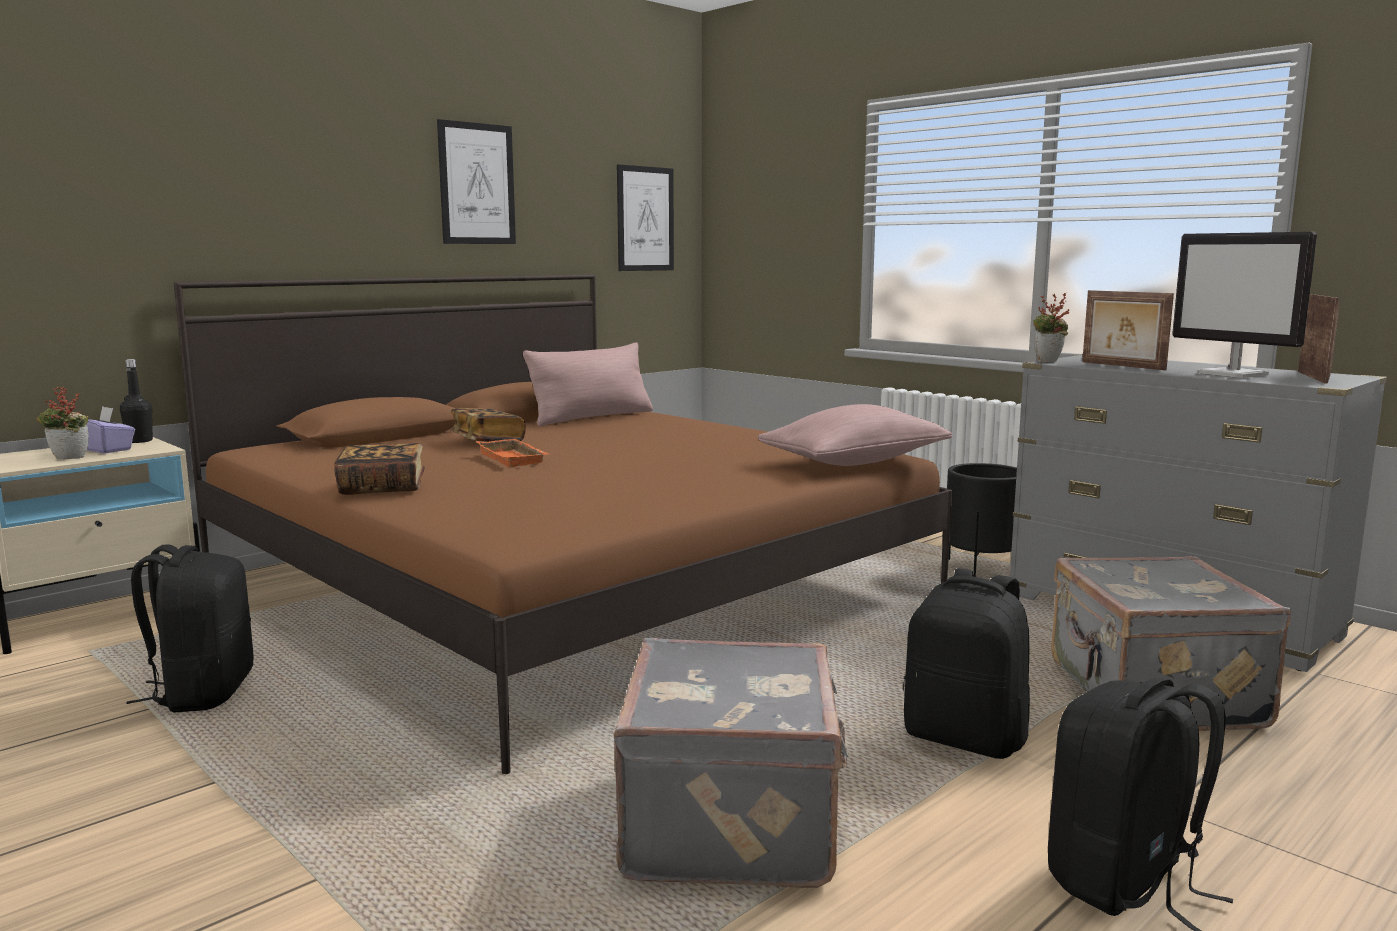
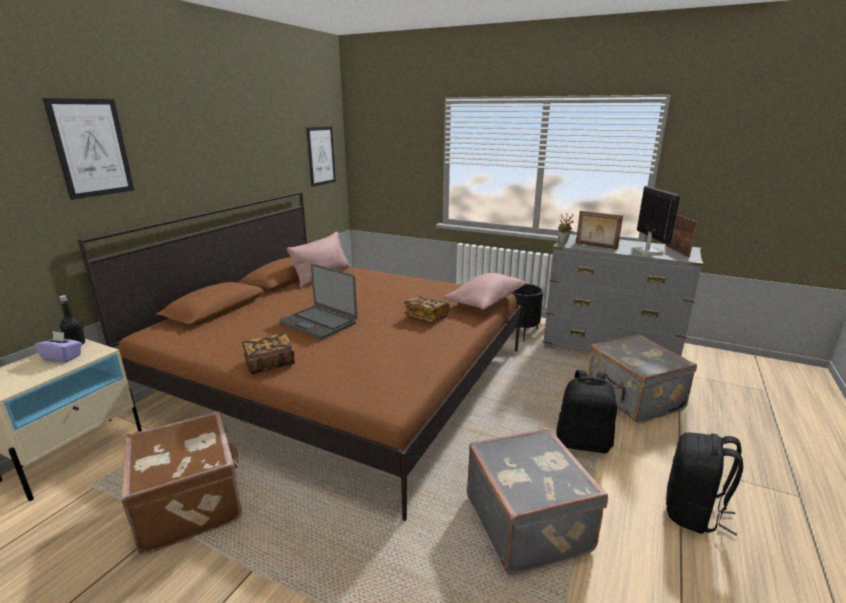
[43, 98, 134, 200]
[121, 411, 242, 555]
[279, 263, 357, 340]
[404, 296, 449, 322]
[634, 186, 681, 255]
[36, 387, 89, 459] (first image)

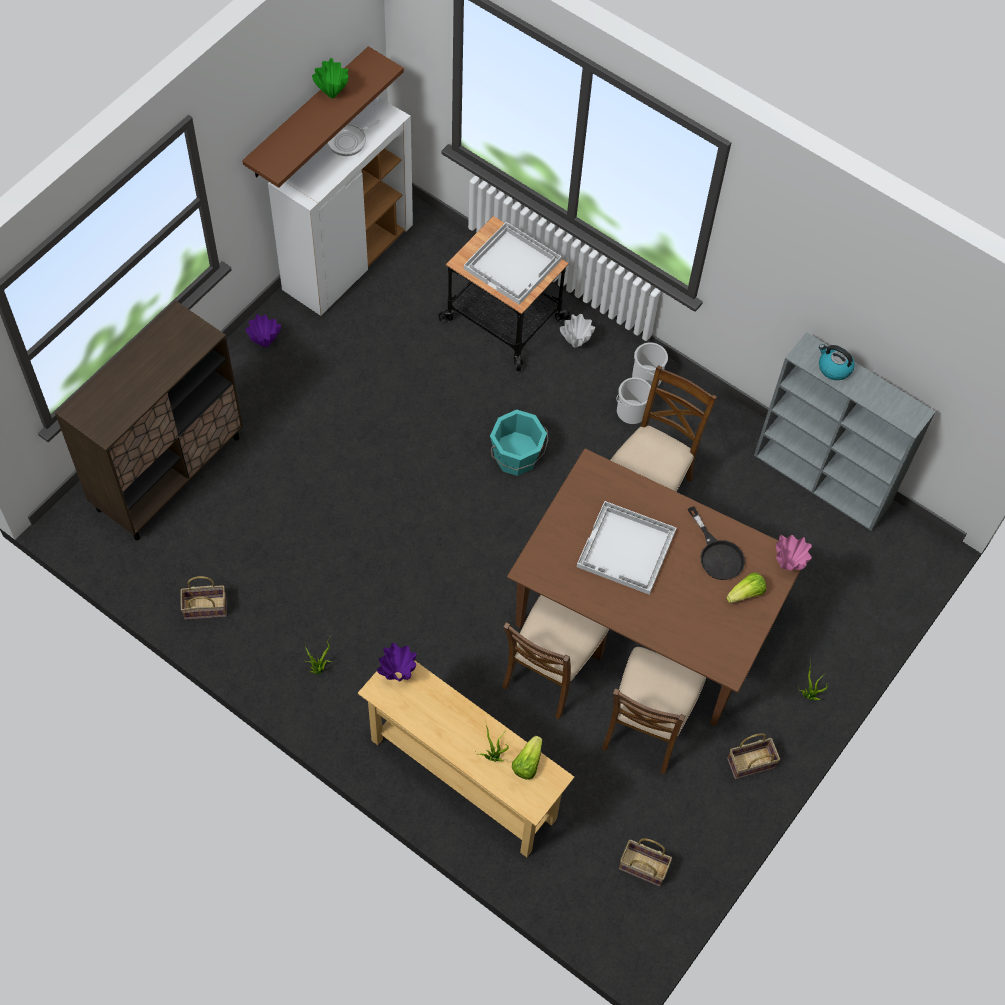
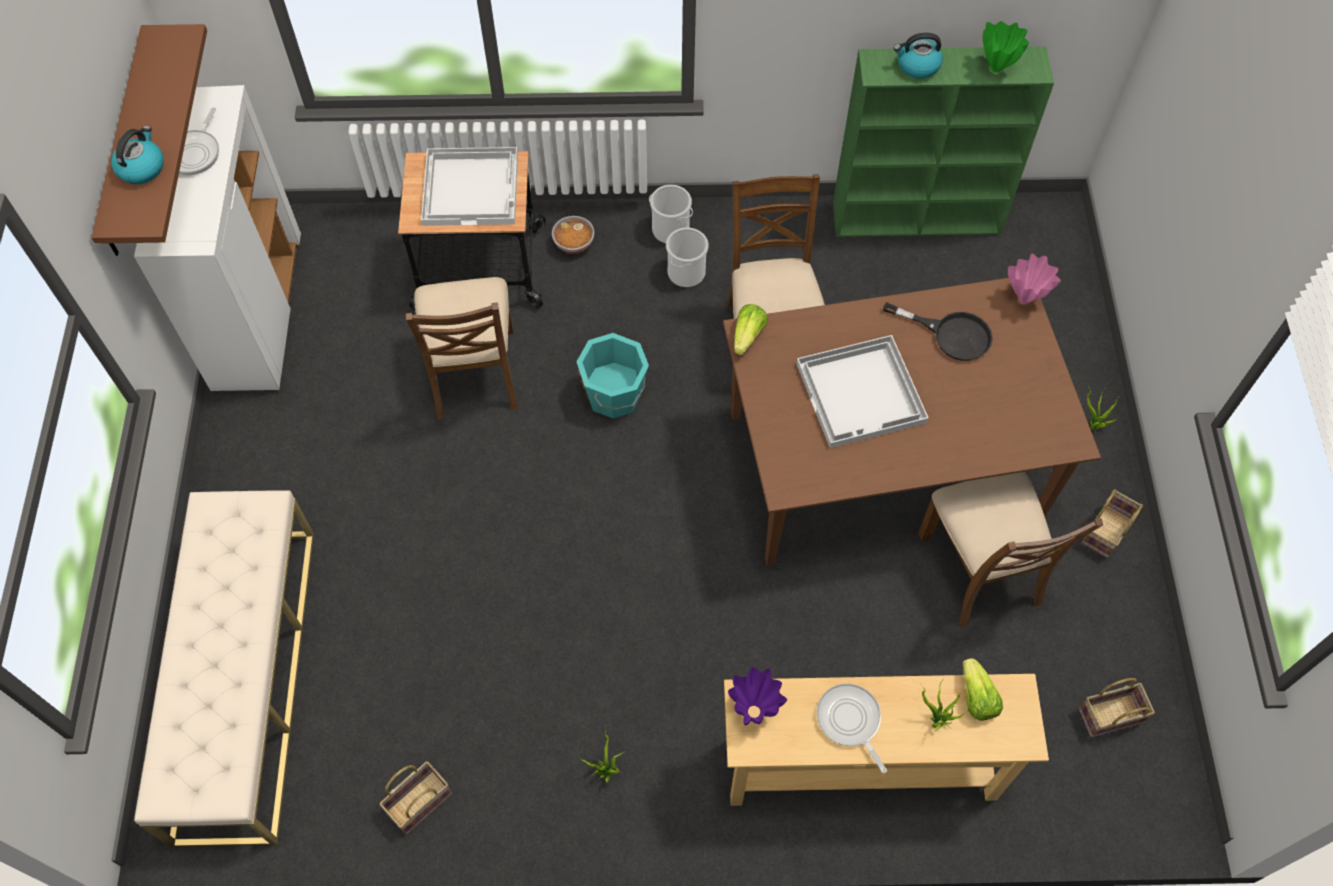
[111, 126, 164, 184]
[134, 490, 314, 847]
[405, 277, 517, 419]
[552, 216, 594, 254]
[734, 304, 768, 355]
[817, 684, 887, 773]
[833, 47, 1054, 237]
[983, 21, 1029, 72]
[245, 314, 281, 347] (first image)

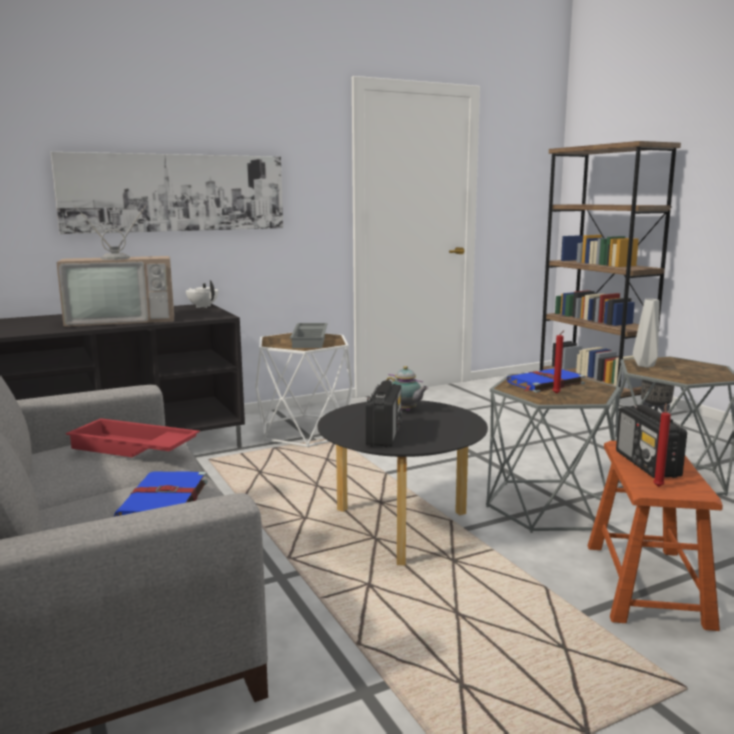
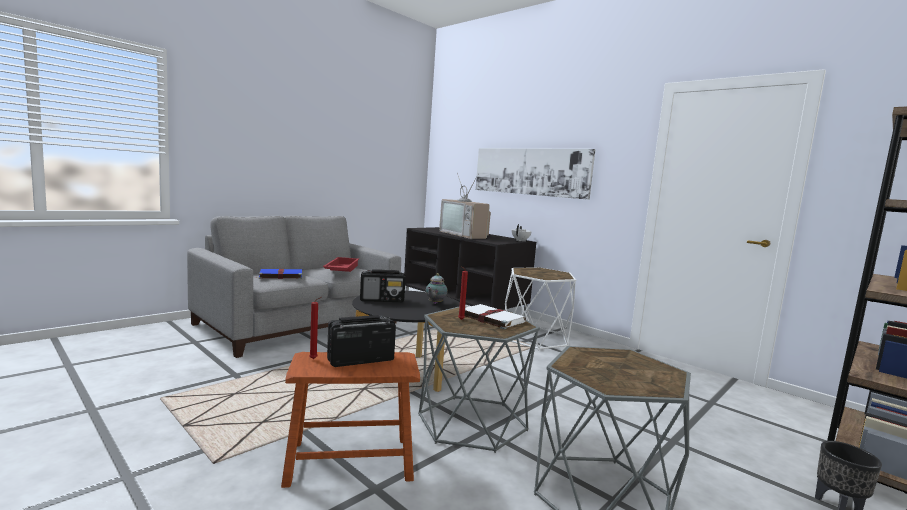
[464, 304, 526, 329]
[290, 323, 328, 348] (first image)
[633, 299, 660, 368] (first image)

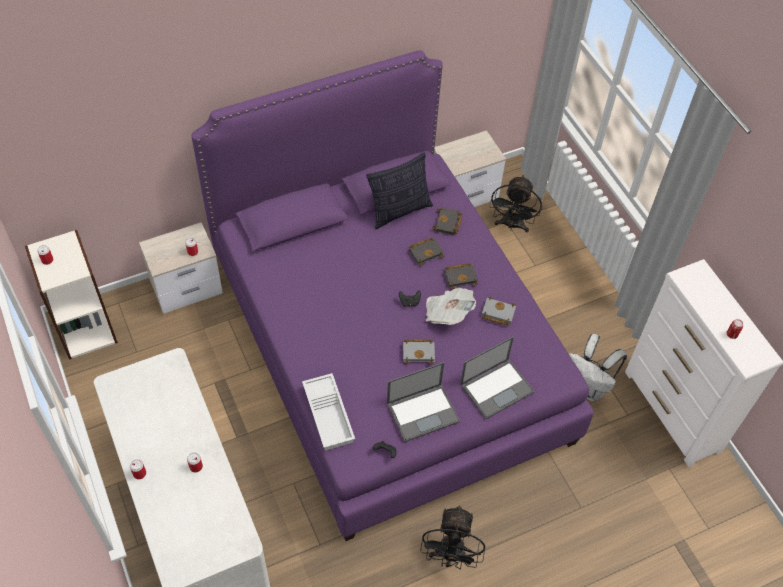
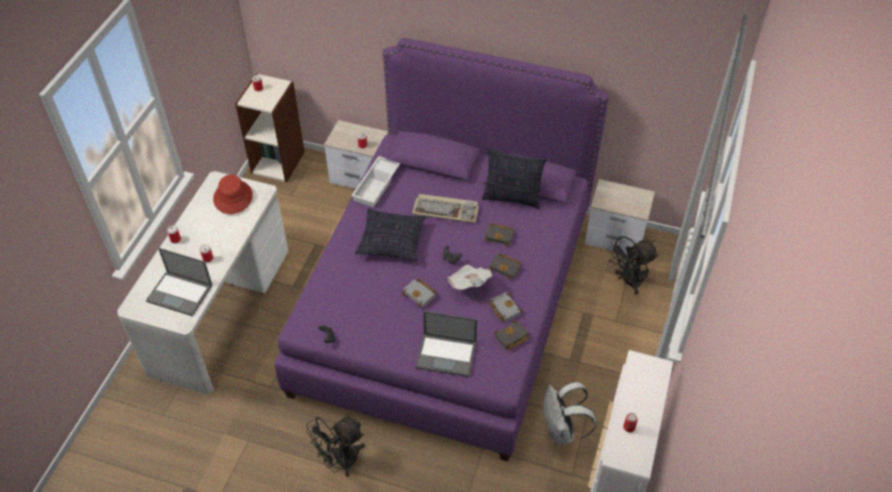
[146, 248, 213, 316]
[213, 175, 253, 214]
[351, 156, 400, 207]
[355, 209, 426, 261]
[412, 194, 479, 223]
[494, 320, 530, 350]

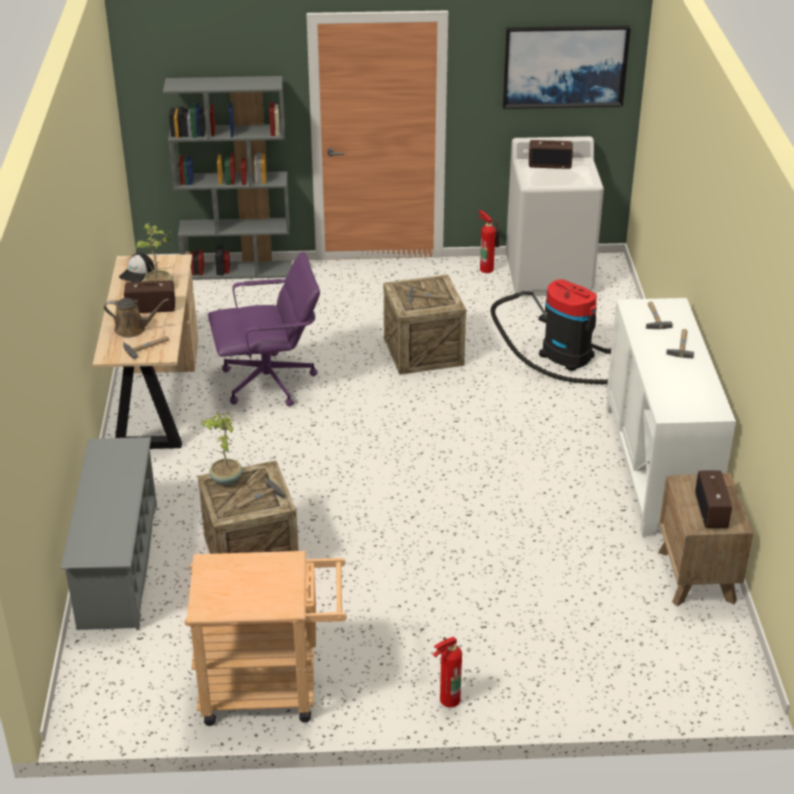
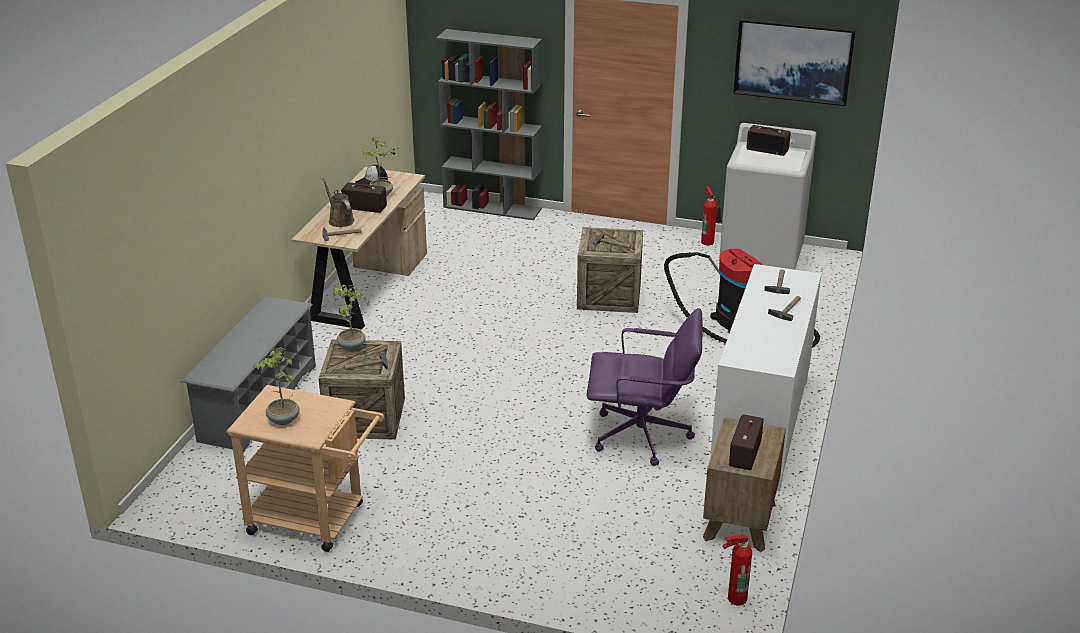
[253, 347, 299, 425]
[322, 178, 355, 227]
[587, 308, 702, 466]
[722, 535, 752, 606]

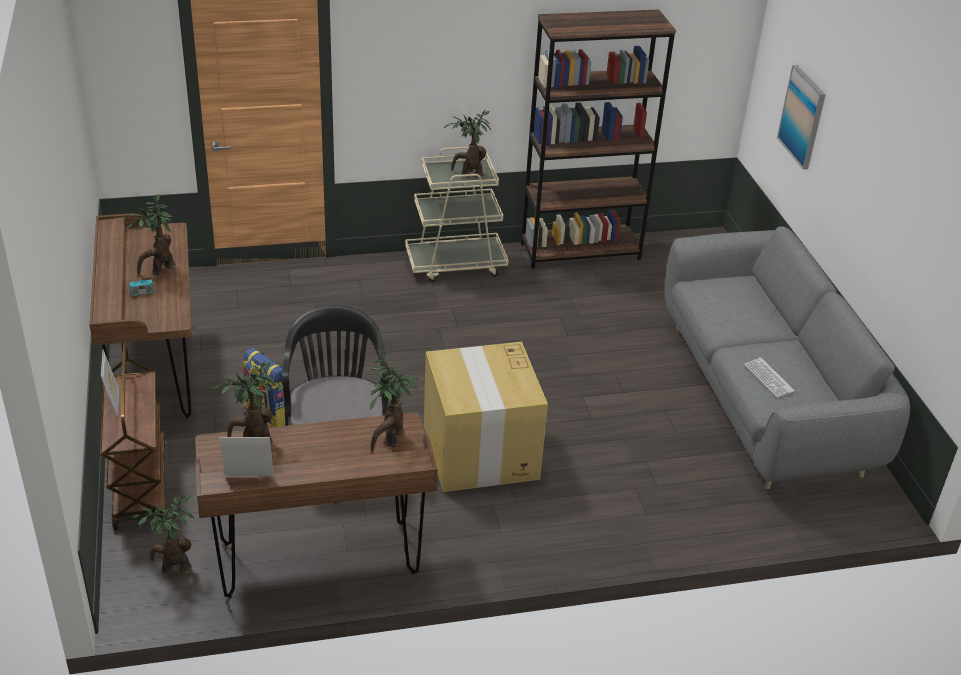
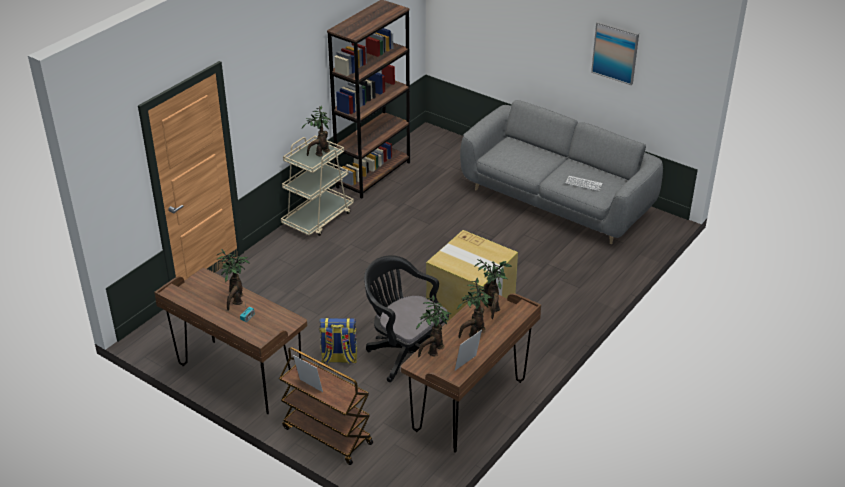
[457, 278, 492, 338]
[591, 21, 639, 85]

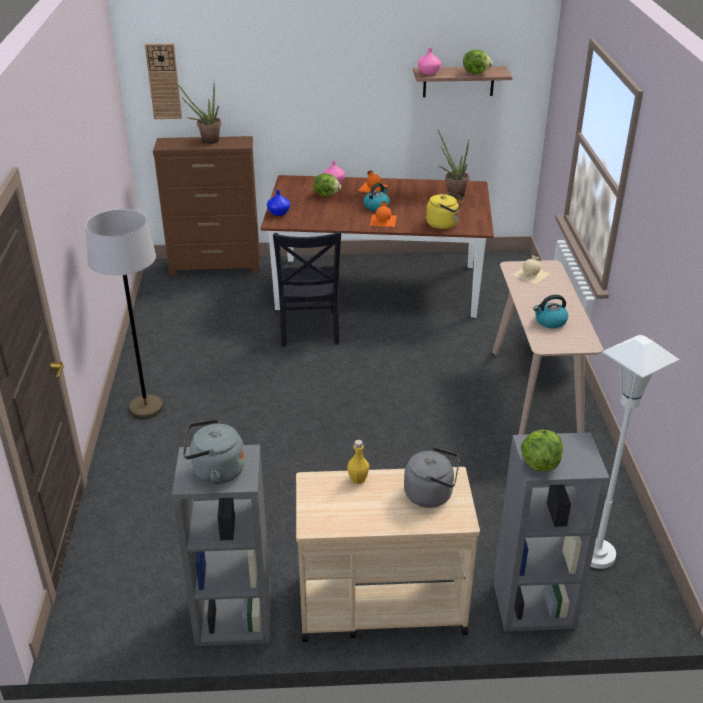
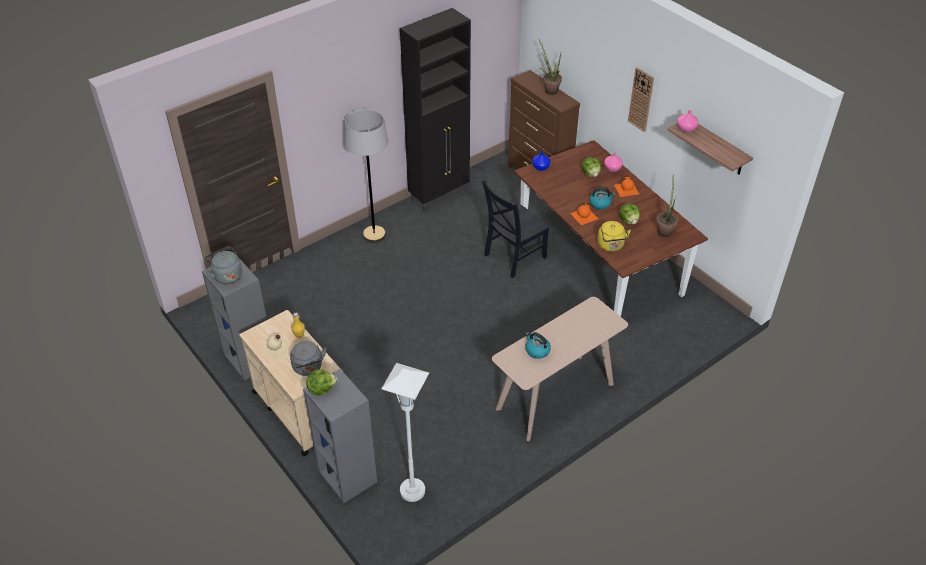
[262, 335, 291, 358]
[400, 8, 471, 213]
[619, 203, 640, 224]
[628, 67, 654, 132]

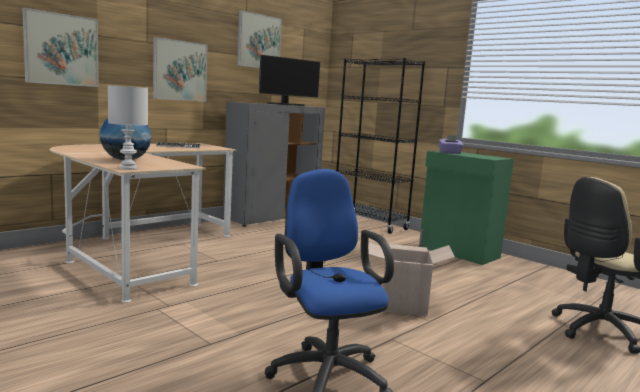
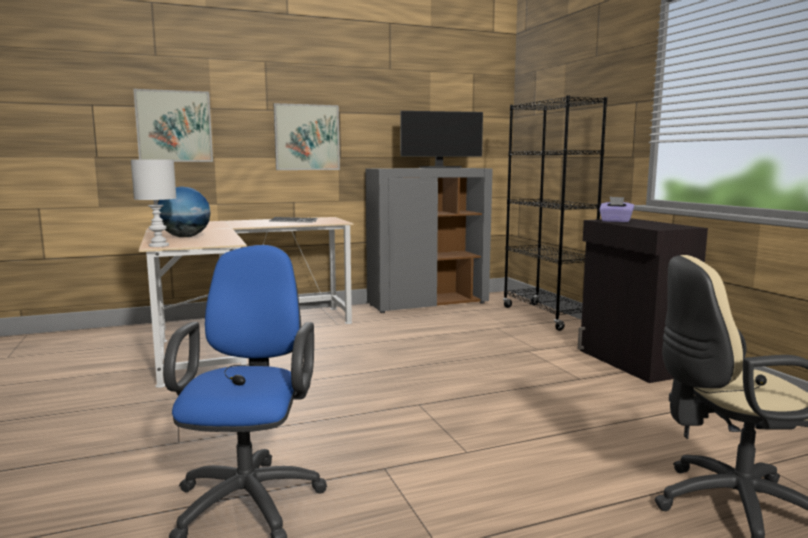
[578, 218, 708, 383]
[237, 10, 282, 68] (first image)
[368, 242, 455, 316] (first image)

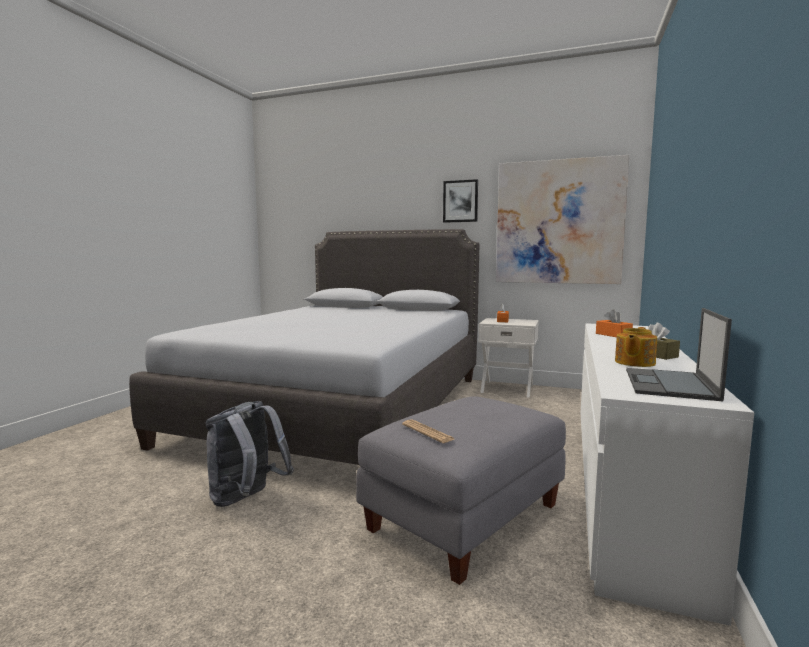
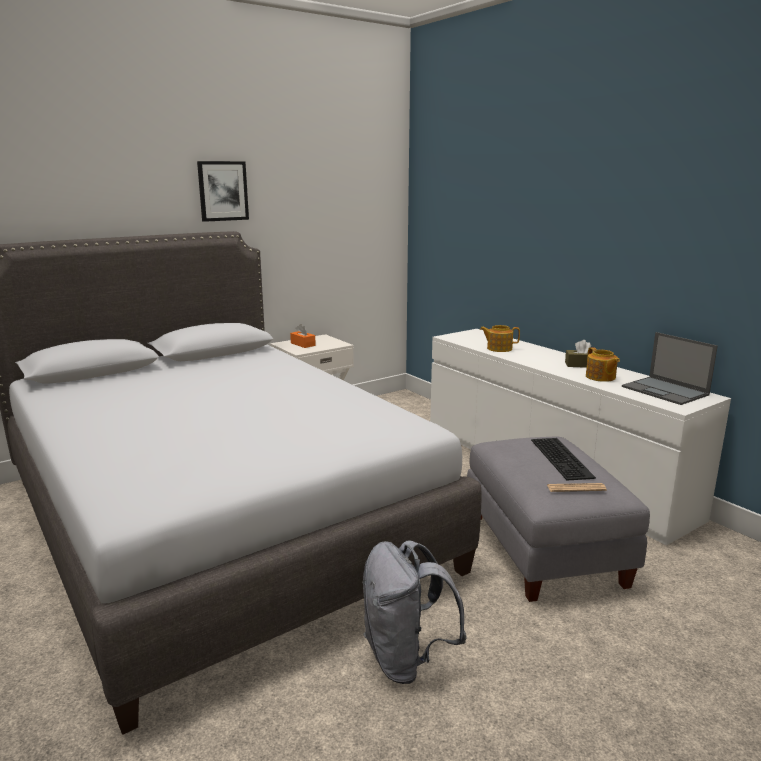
[480, 325, 520, 352]
[531, 438, 596, 481]
[496, 155, 630, 284] (first image)

